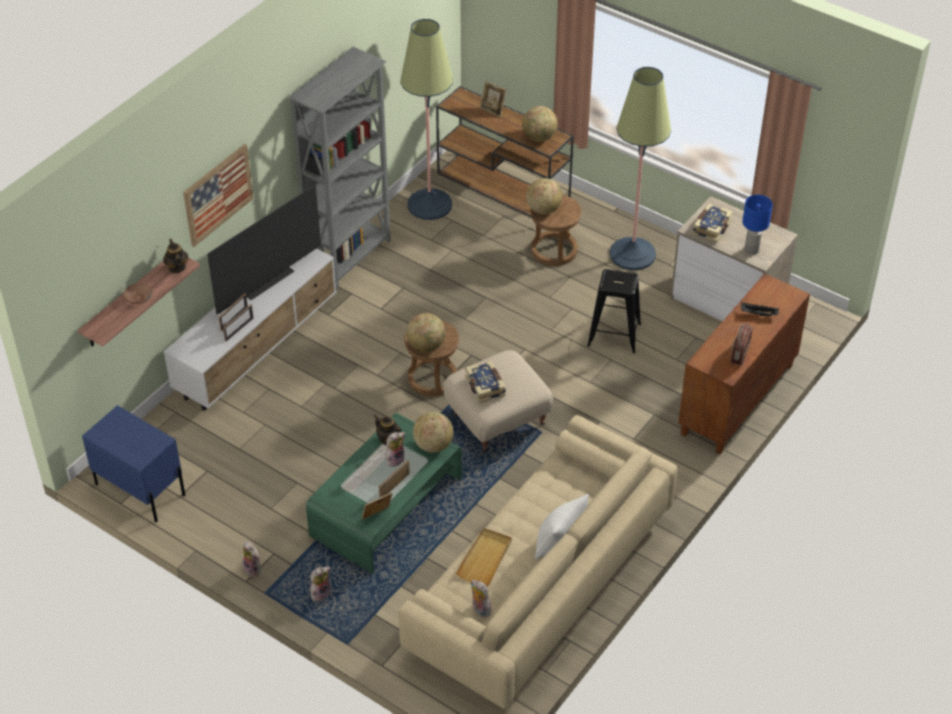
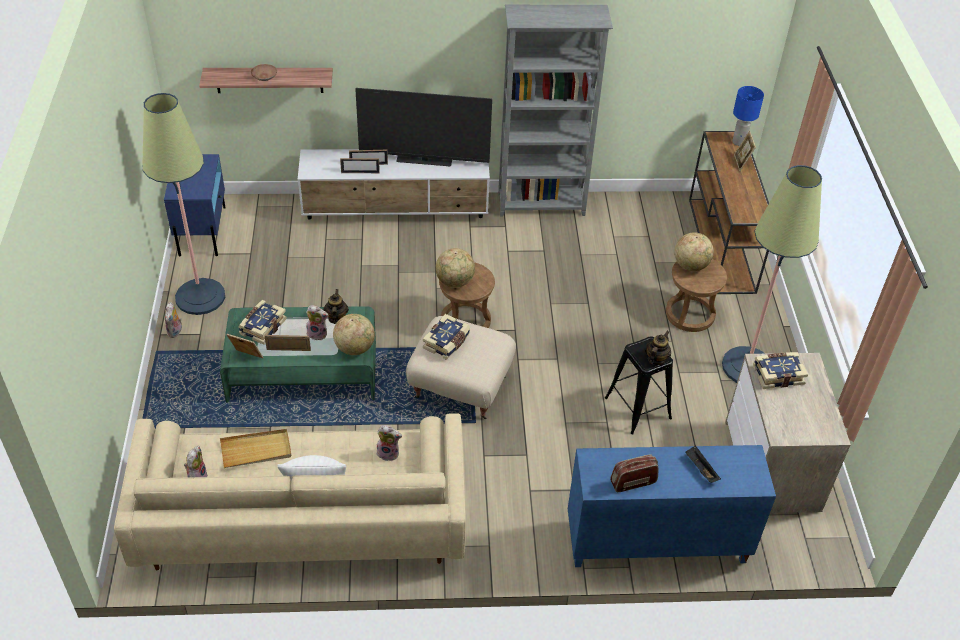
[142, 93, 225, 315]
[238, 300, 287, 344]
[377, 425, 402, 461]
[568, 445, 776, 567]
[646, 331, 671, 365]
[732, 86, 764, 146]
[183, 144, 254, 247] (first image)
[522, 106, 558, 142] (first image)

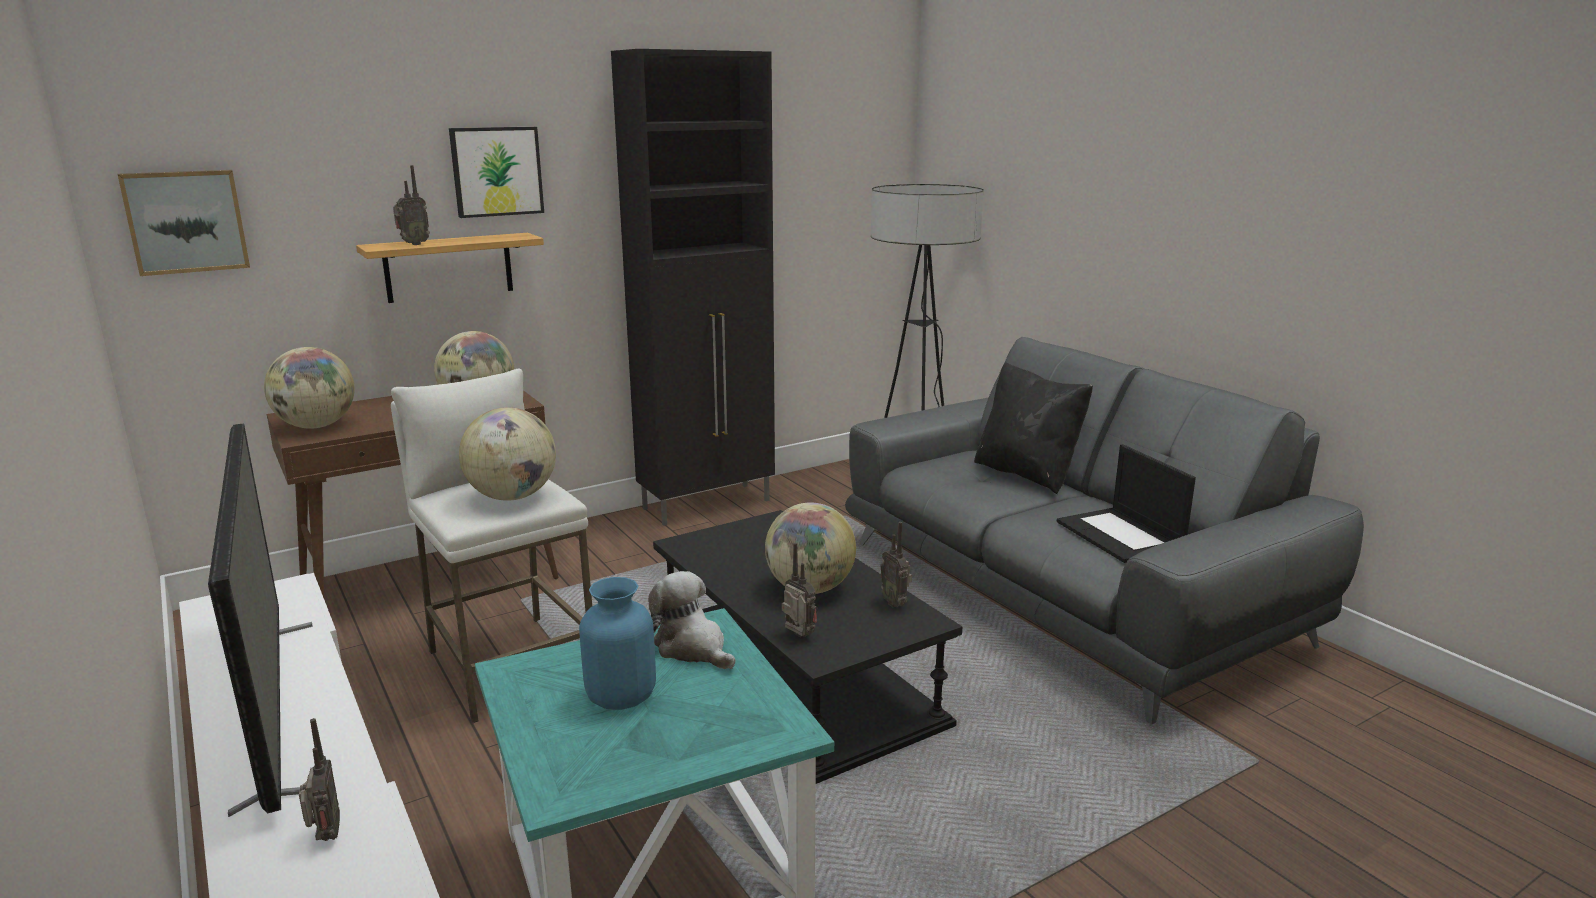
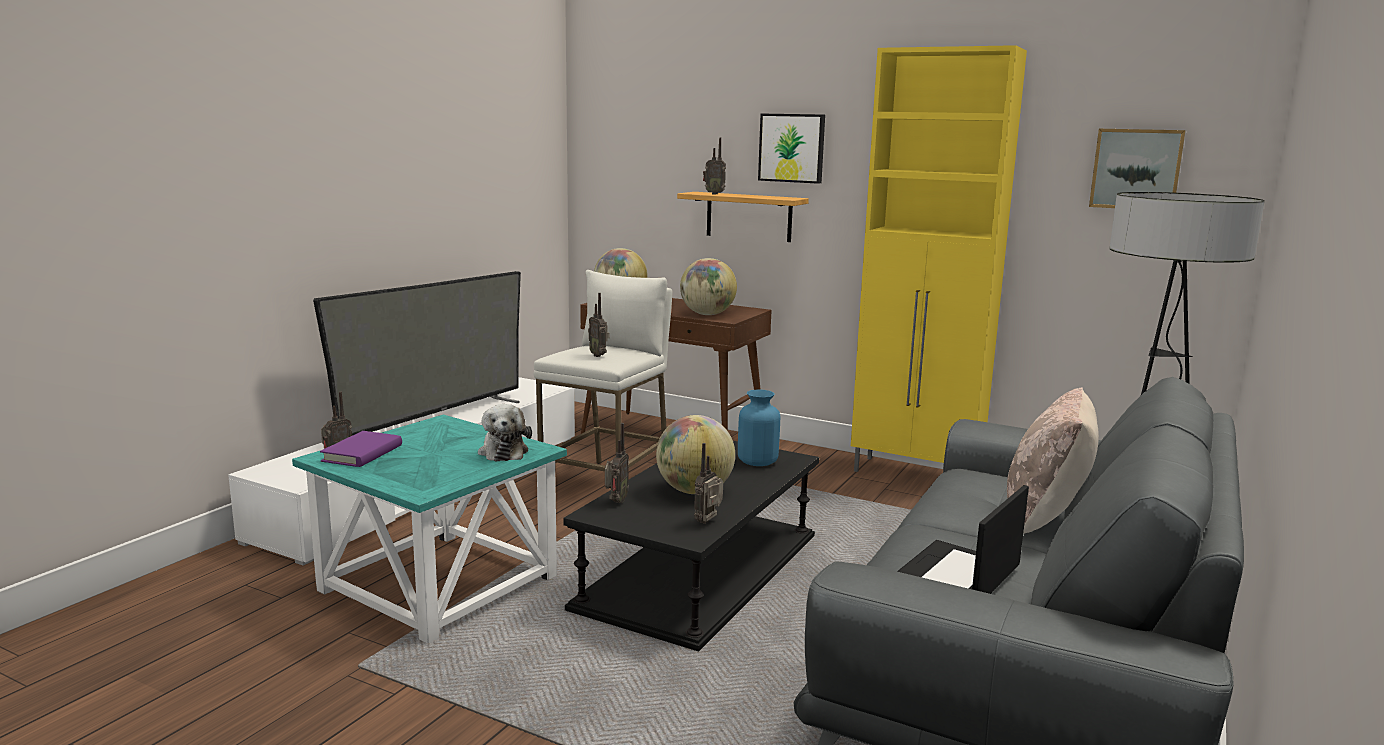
[320, 431, 402, 467]
[478, 404, 532, 462]
[588, 293, 610, 357]
[738, 389, 780, 466]
[851, 45, 1027, 472]
[1007, 387, 1099, 534]
[1089, 129, 1186, 208]

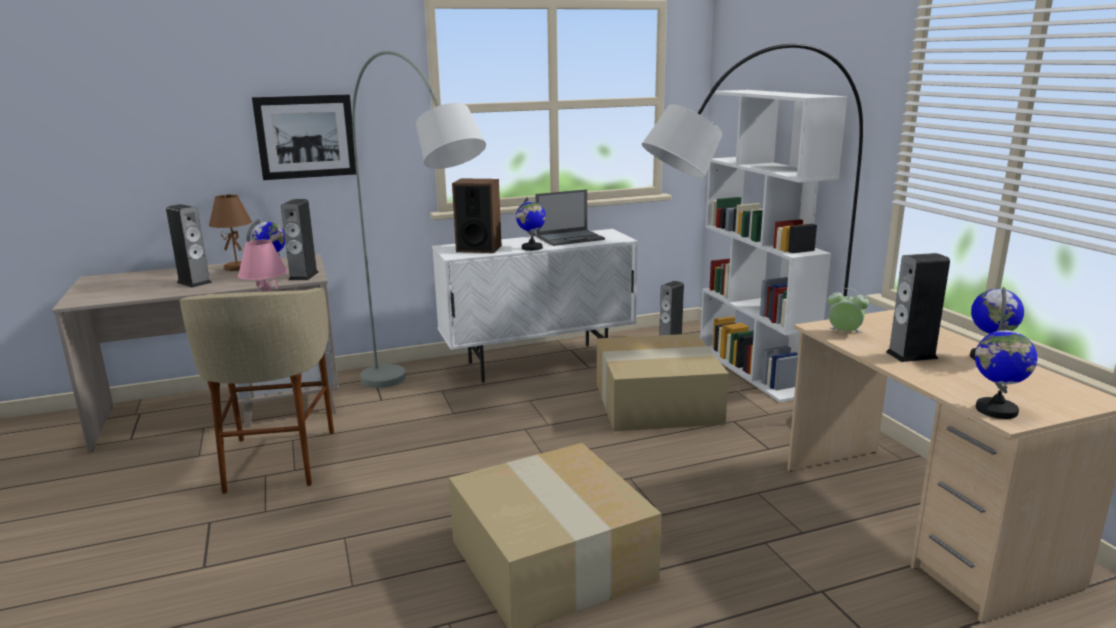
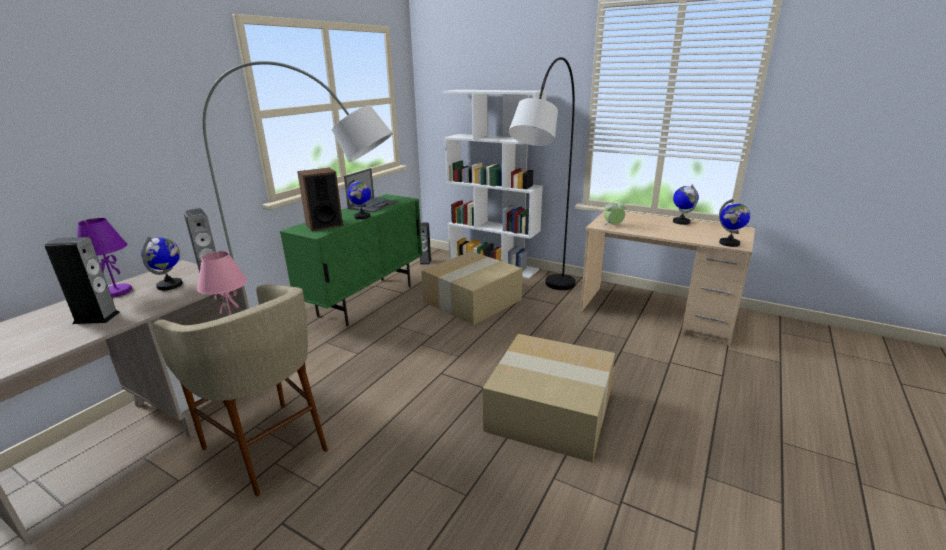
[77, 218, 132, 297]
[280, 194, 423, 326]
[252, 94, 356, 180] (first image)
[886, 253, 950, 362] (first image)

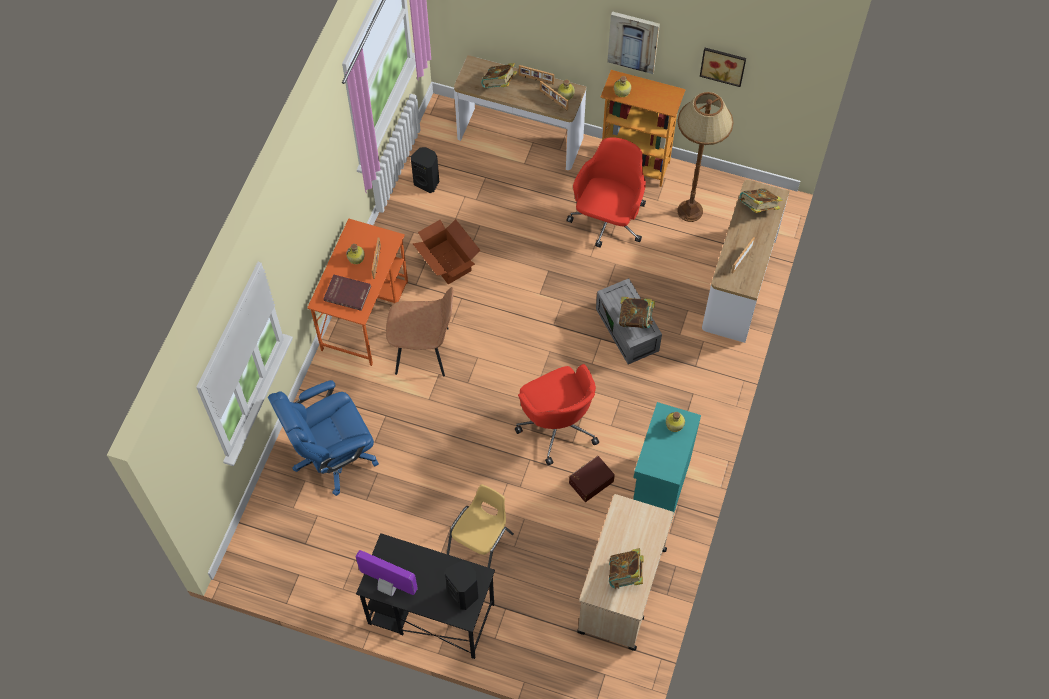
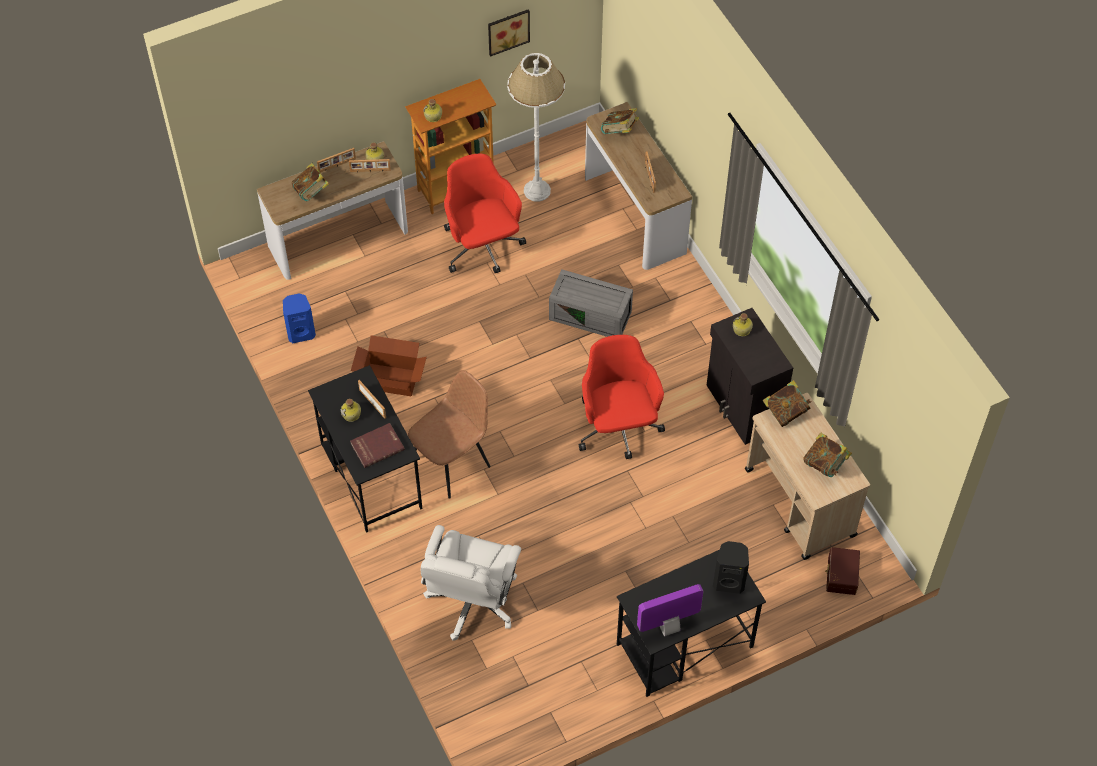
[283, 293, 316, 343]
[308, 365, 422, 533]
[421, 525, 521, 641]
[507, 53, 565, 202]
[579, 335, 665, 459]
[707, 308, 793, 445]
[763, 380, 811, 427]
[825, 547, 860, 595]
[447, 484, 514, 568] (first image)
[607, 11, 660, 74] (first image)

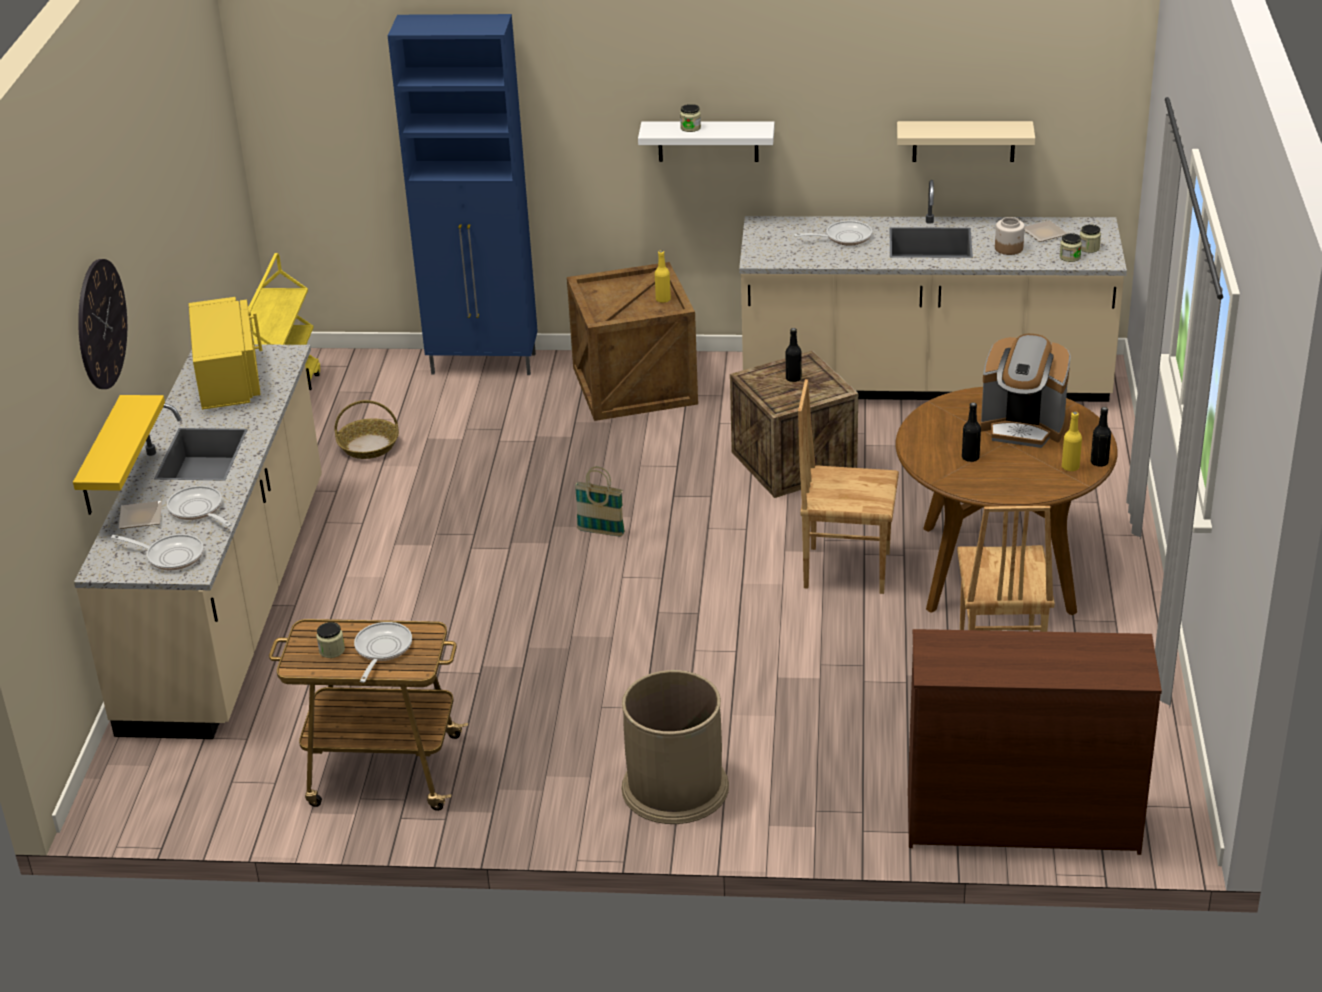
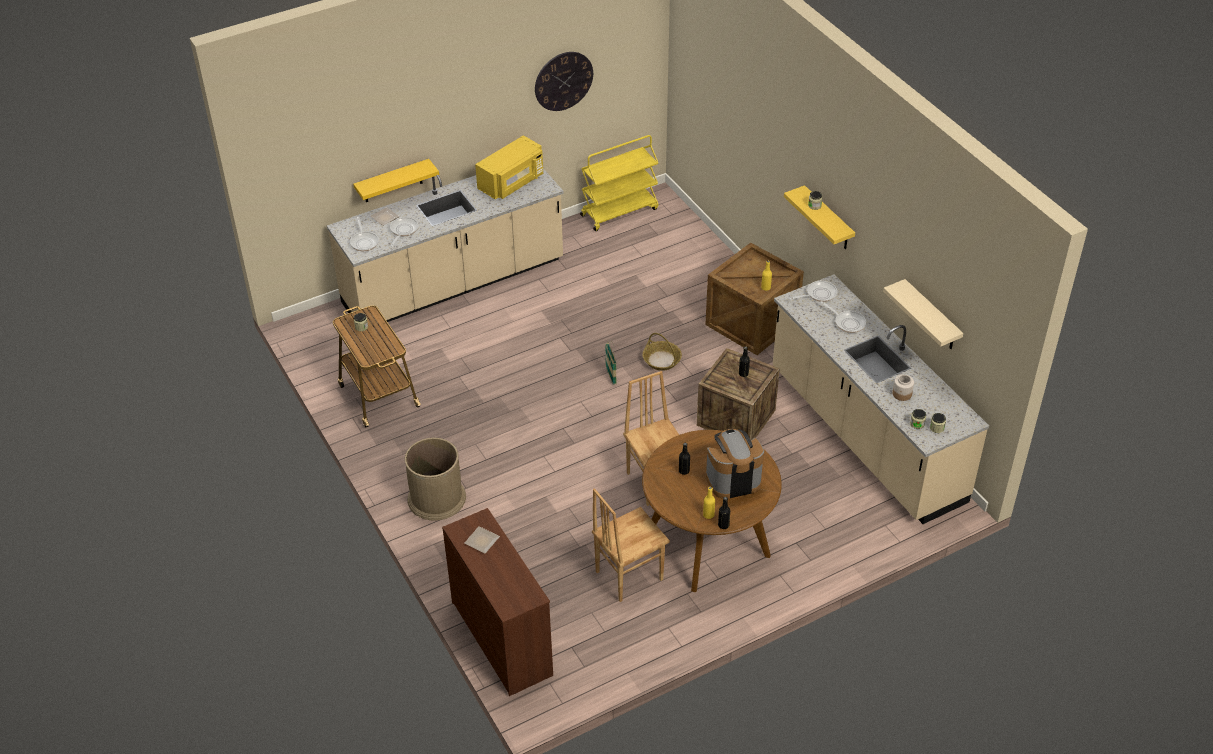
[464, 526, 500, 553]
[535, 52, 593, 111]
[642, 333, 682, 371]
[706, 429, 764, 499]
[784, 185, 855, 249]
[789, 281, 837, 302]
[388, 14, 538, 375] (first image)

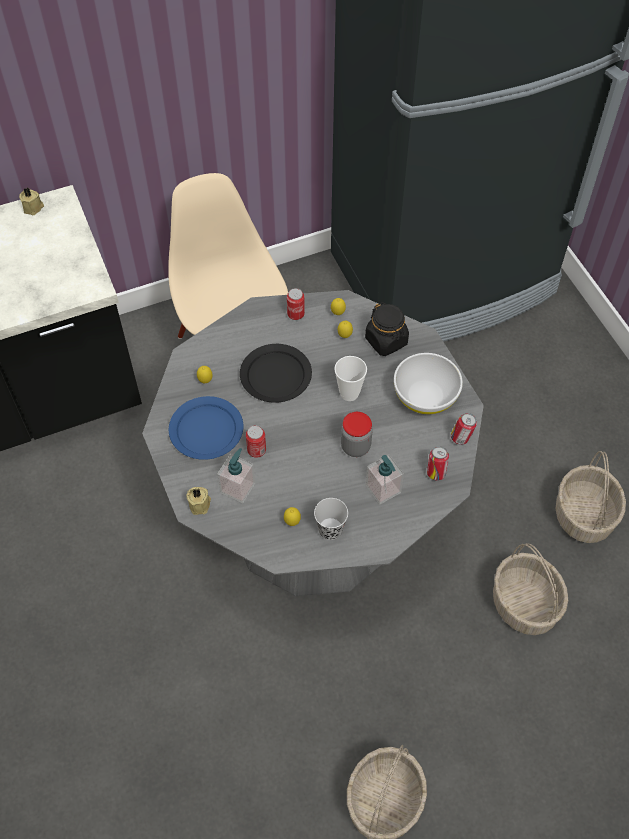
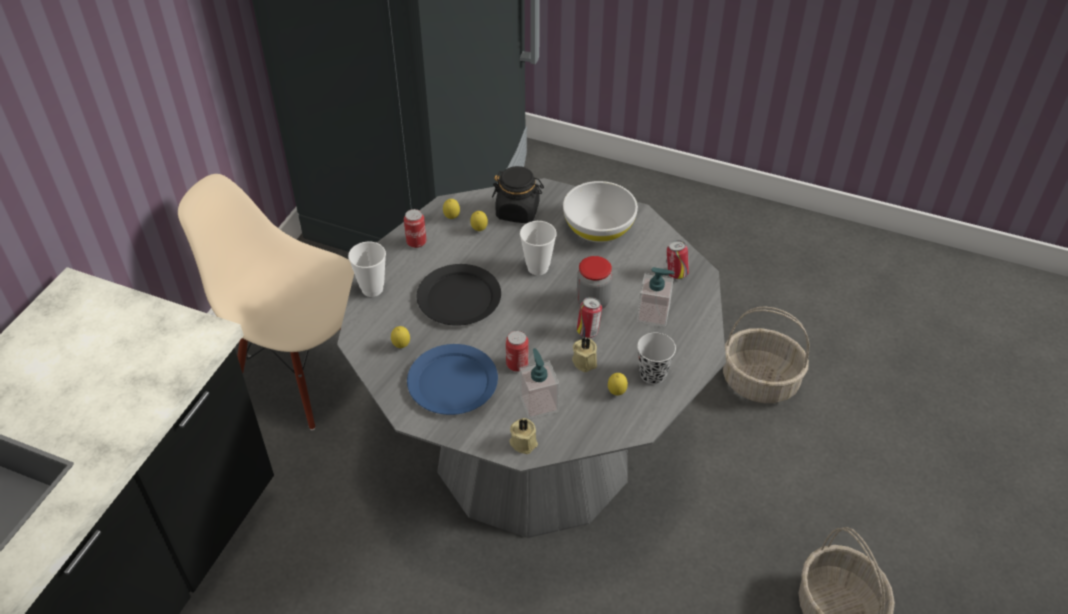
[348, 242, 386, 297]
[572, 337, 597, 372]
[577, 297, 602, 338]
[556, 451, 626, 543] (first image)

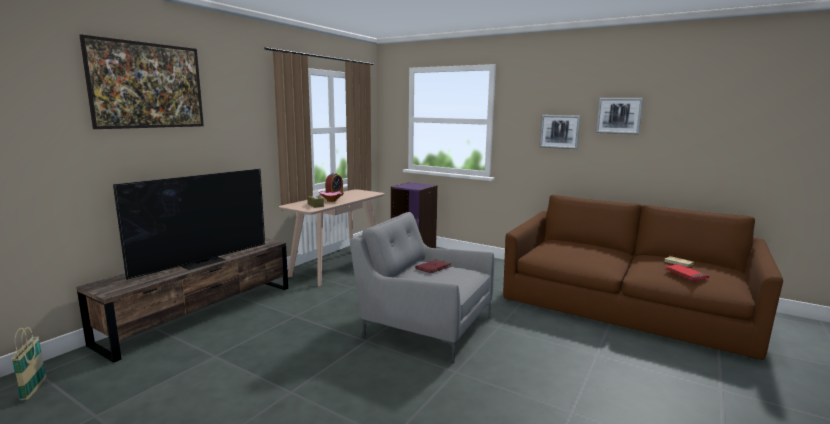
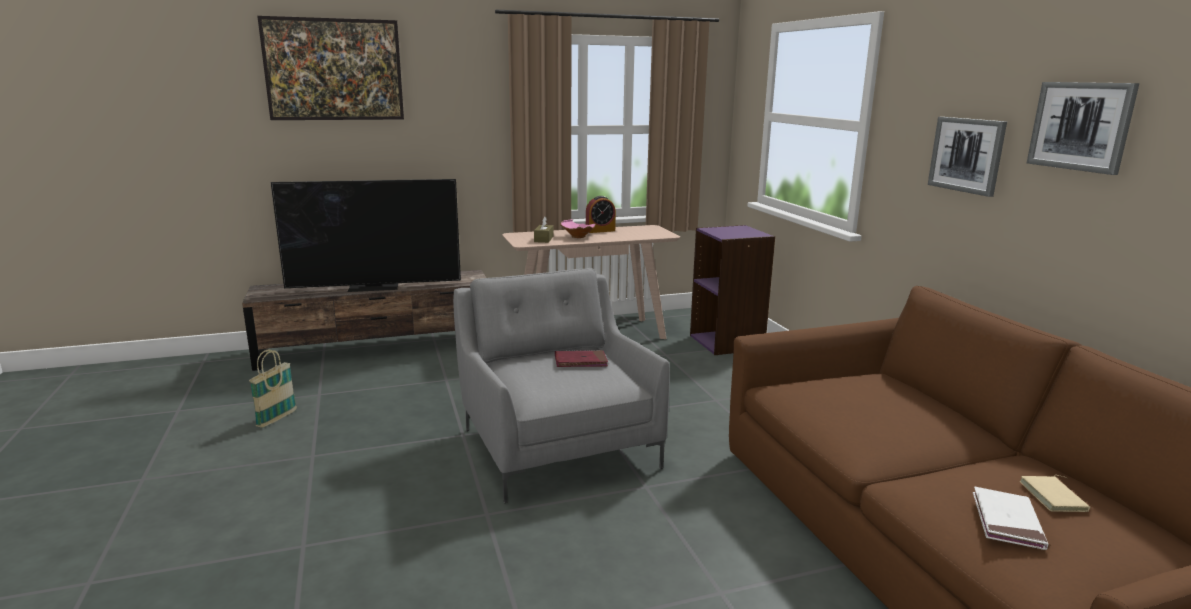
[249, 350, 297, 428]
[973, 487, 1048, 550]

